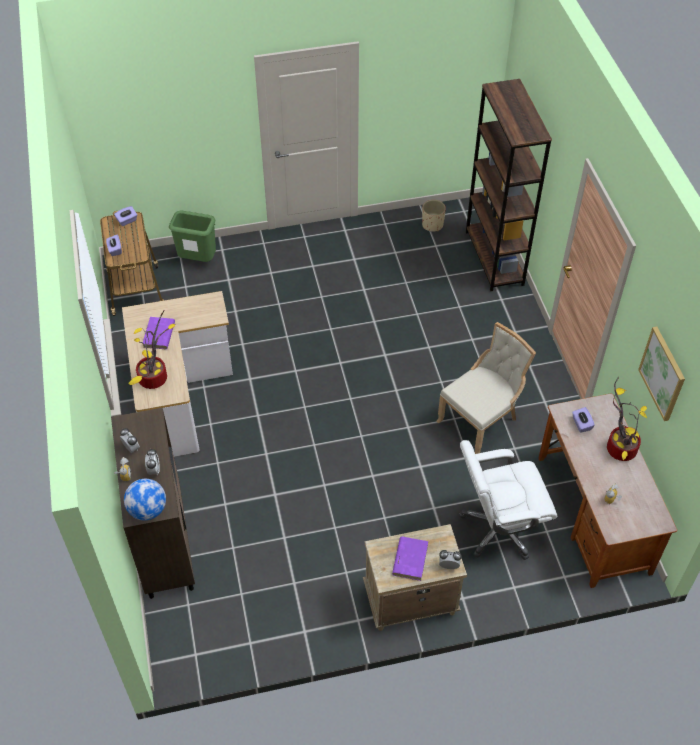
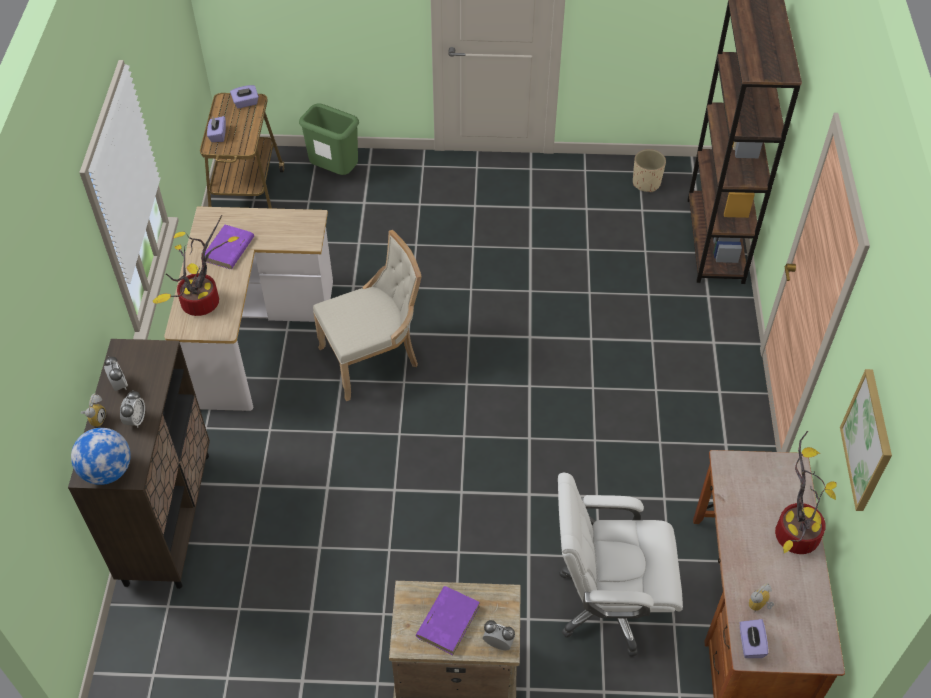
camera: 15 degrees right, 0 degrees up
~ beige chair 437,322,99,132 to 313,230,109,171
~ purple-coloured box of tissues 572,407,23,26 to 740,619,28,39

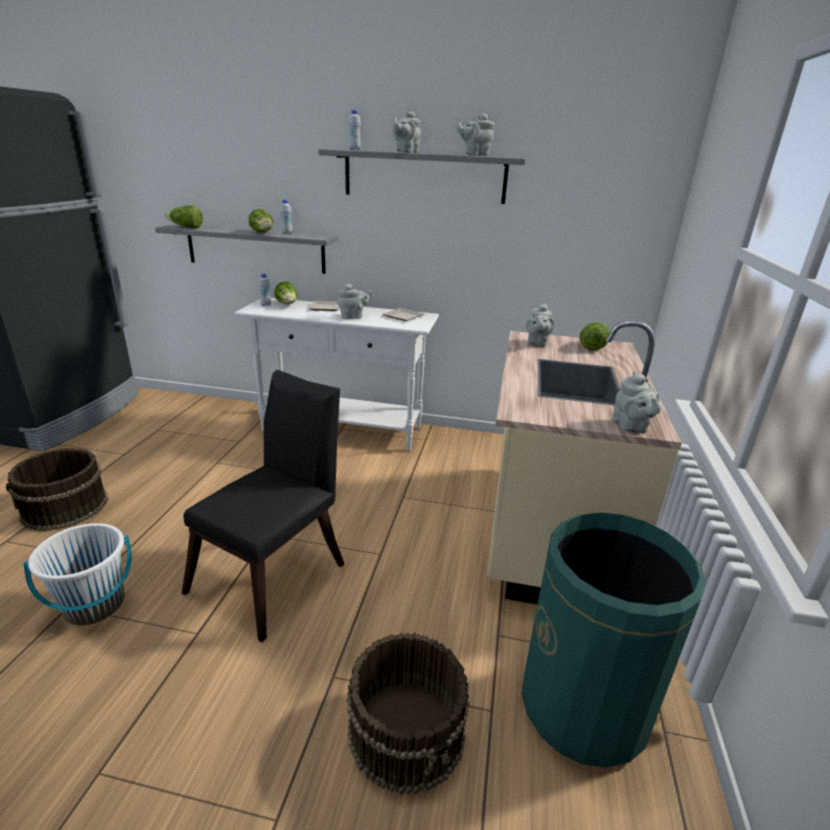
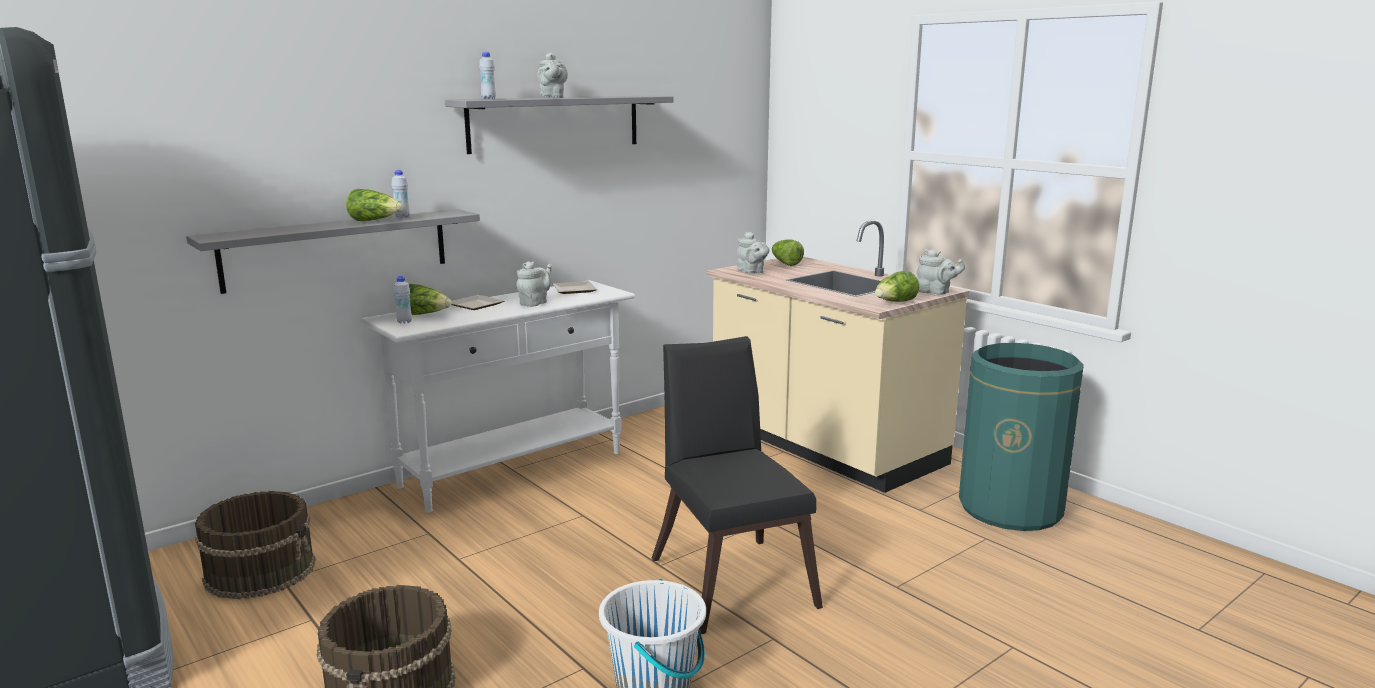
camera: 50 degrees left, 10 degrees down
- gray tea pot 457,114,38,42
~ lettuce head 165,206,38,22 to 875,271,44,31
~ brown bucket 347,633,123,162 to 195,491,121,108

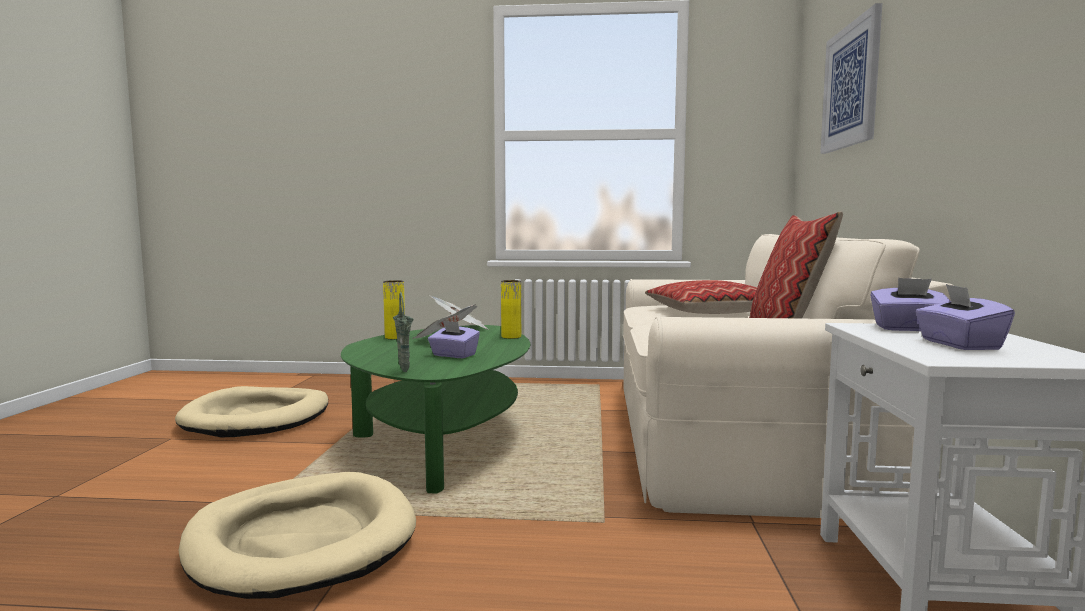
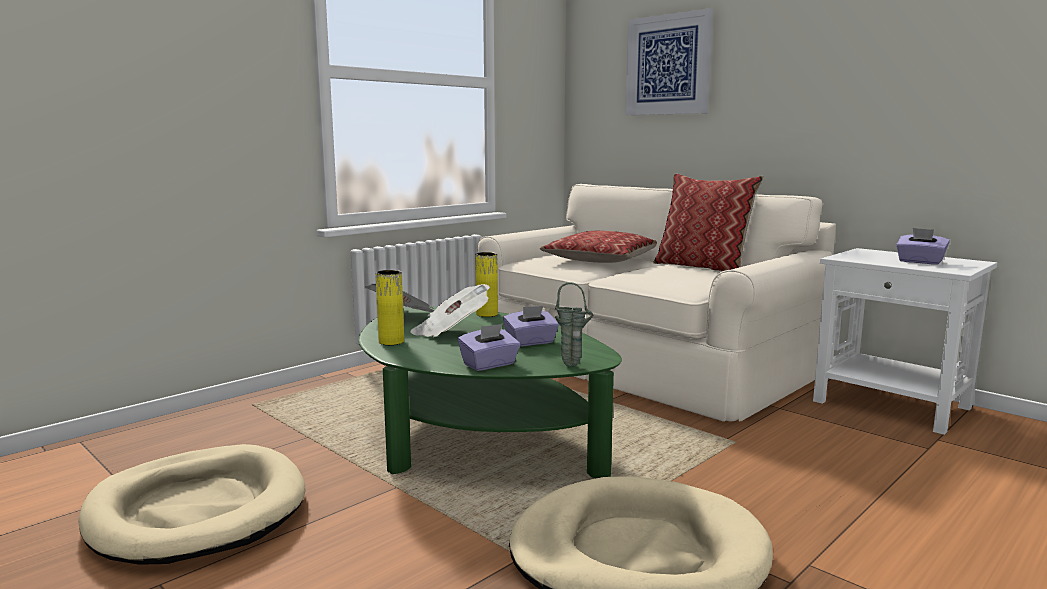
camera: 50 degrees left, 5 degrees up
~ purple-coloured box of tissues 870,278,80,53 to 458,324,62,47

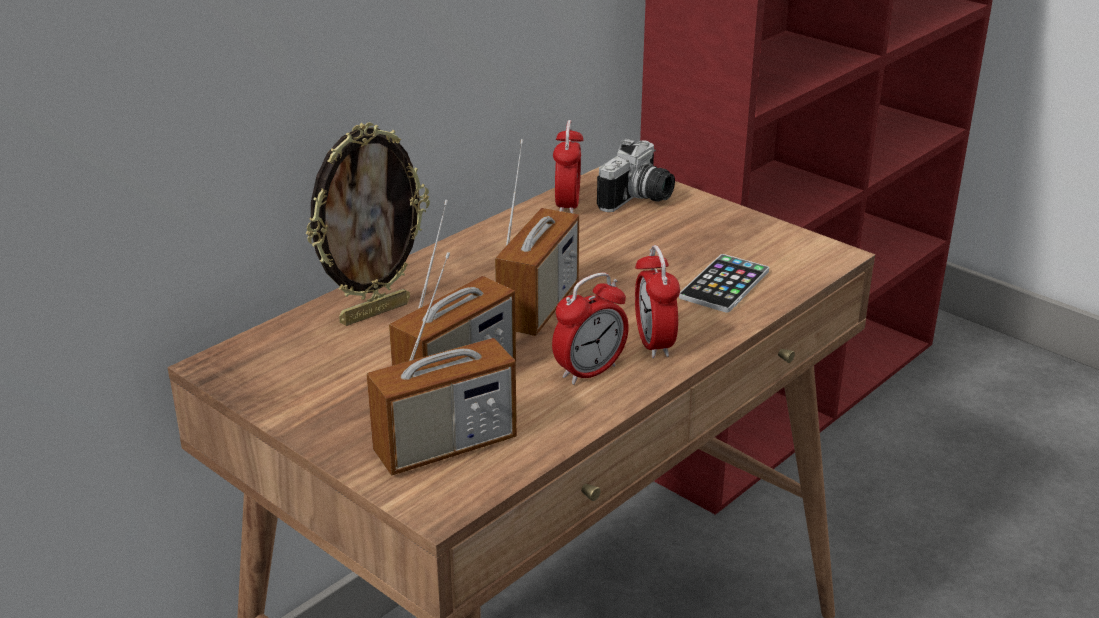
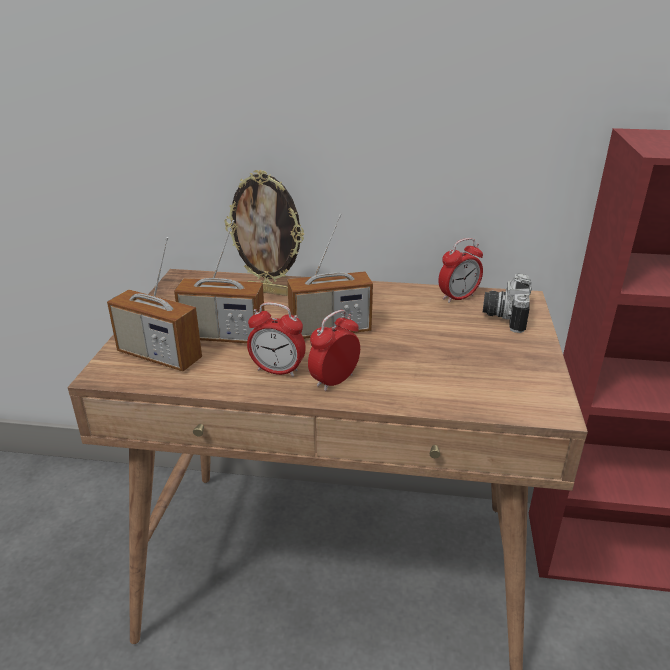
camera: 55 degrees right, 0 degrees up
~ still camera 597,139,78,73 = 483,274,48,59 105 degrees clockwise
- telephone 679,254,90,59

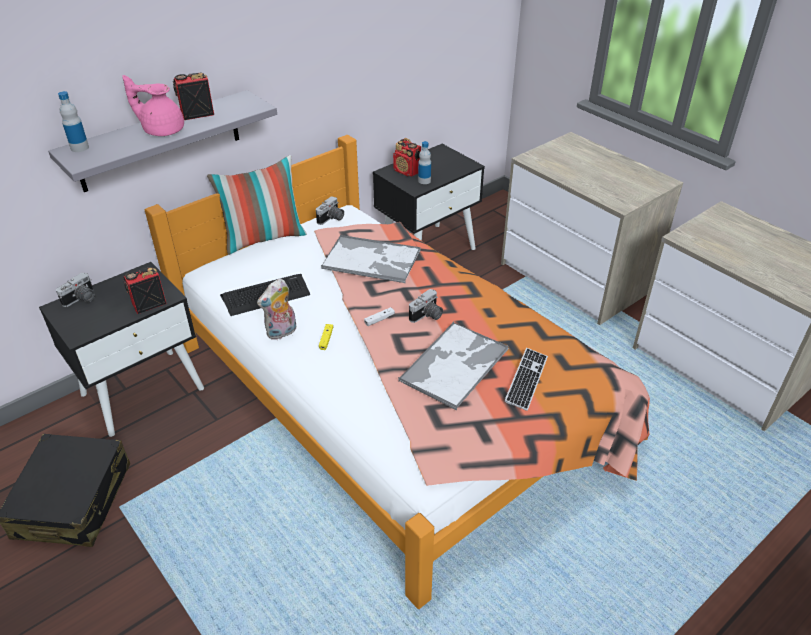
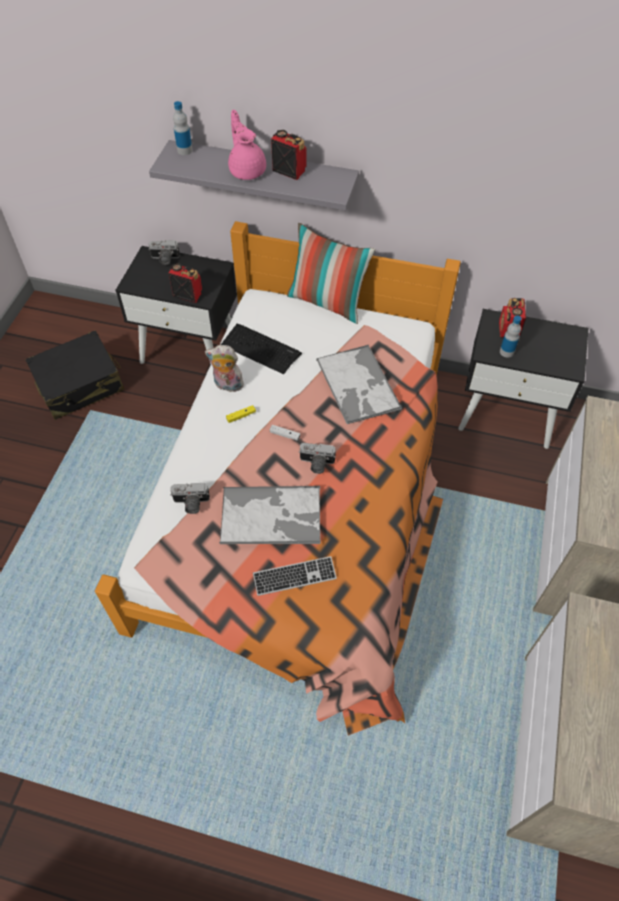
camera: 55 degrees right, 15 degrees up
~ still camera 316,196,28,29 to 170,483,40,31

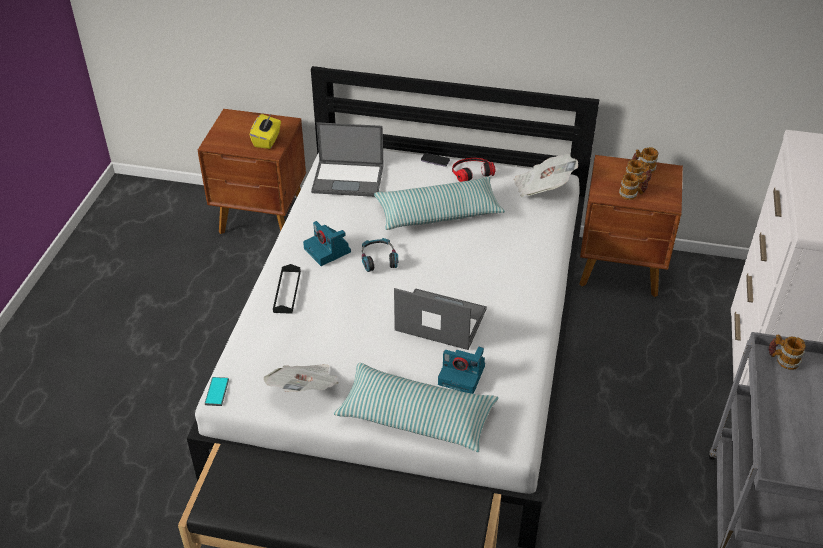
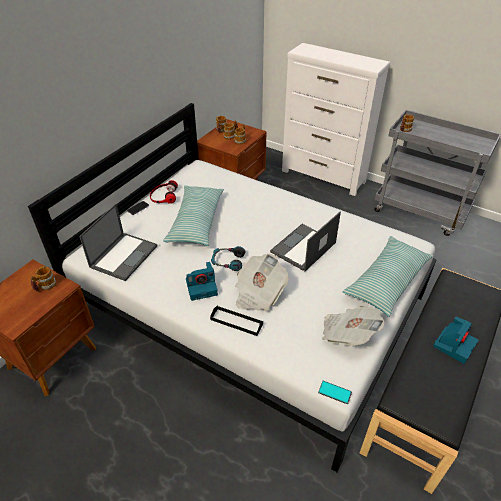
camera: 70 degrees left, 0 degrees up
~ yellow-coloured box of tissues 250,114,31,35 to coffee mug 30,266,26,26
~ newspaper 514,154,64,43 to 235,254,53,57
~ still camera 438,347,47,47 to 433,316,46,48

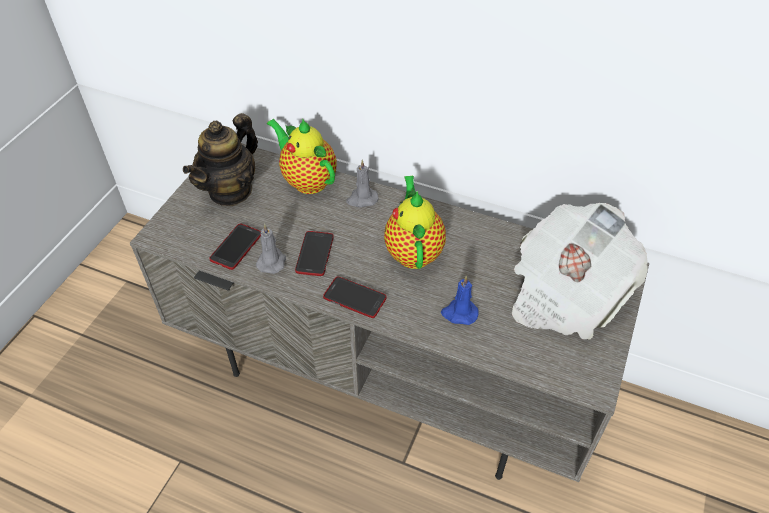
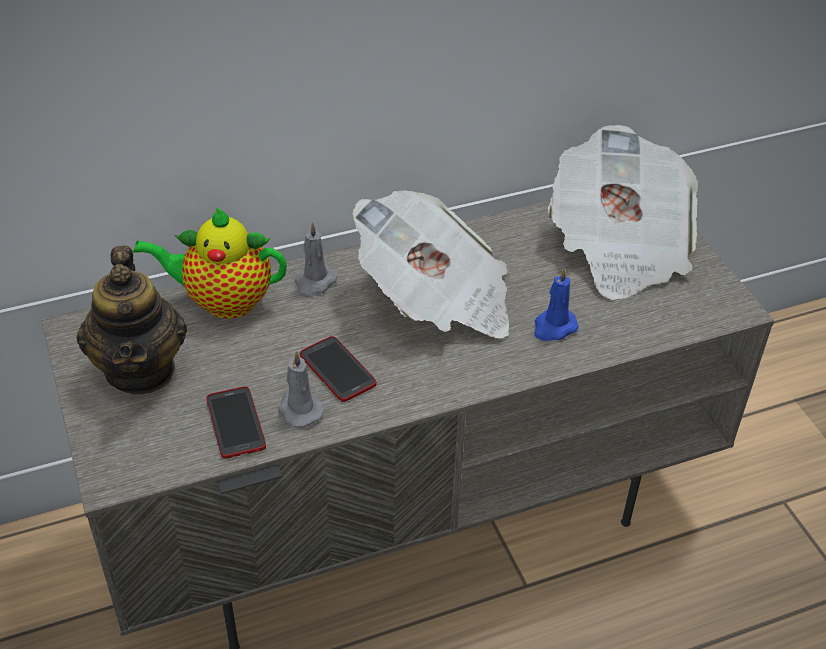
camera: 45 degrees left, 5 degrees down
~ tea pot 384,176,62,93 to newspaper 353,191,156,148
- telephone 323,276,64,42

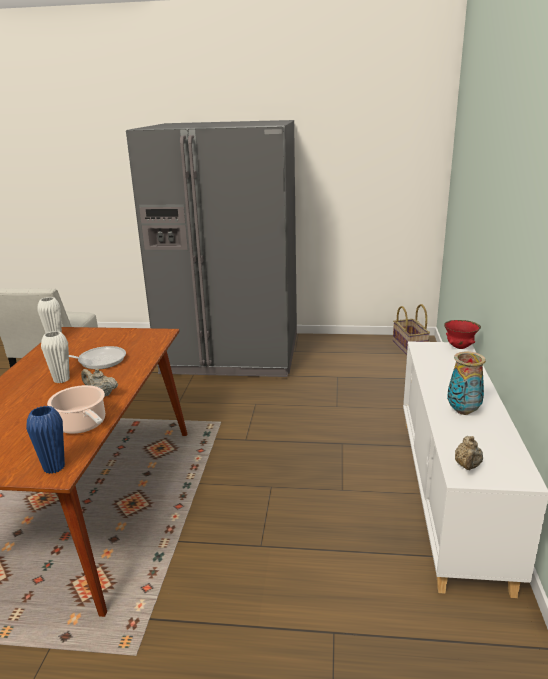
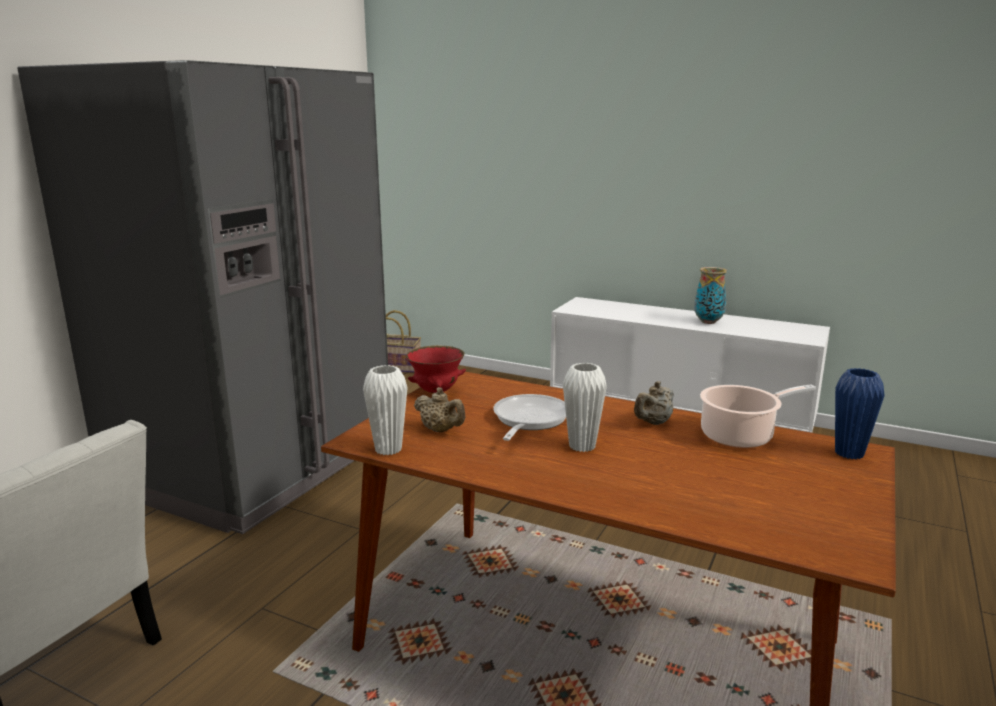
camera: 70 degrees left, 5 degrees down
~ red bowl 444,320,37,29 to 406,345,60,49
~ beige tea pot 455,436,28,34 to 414,387,51,46

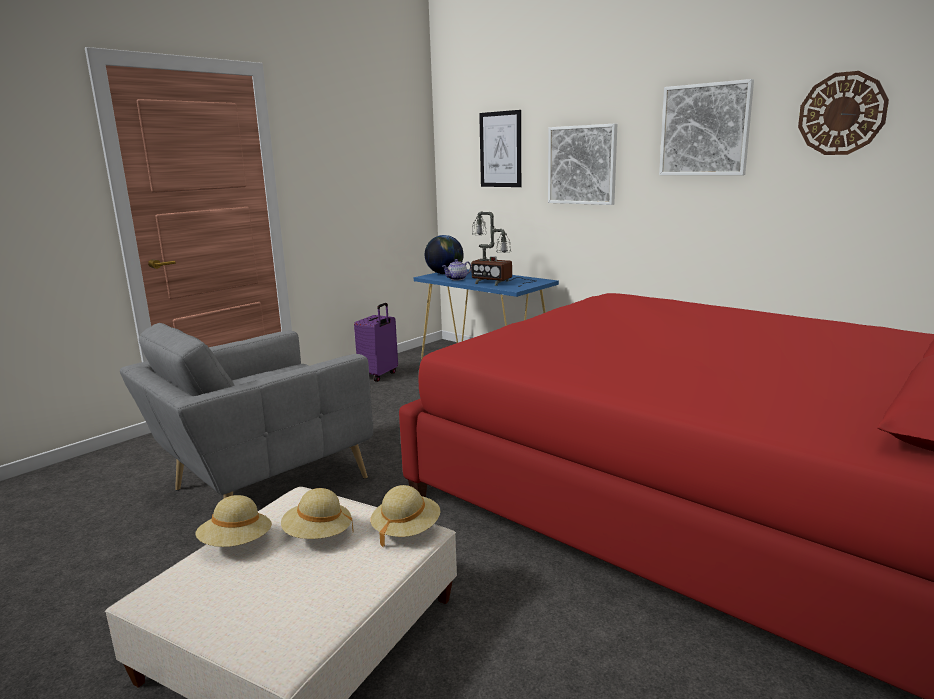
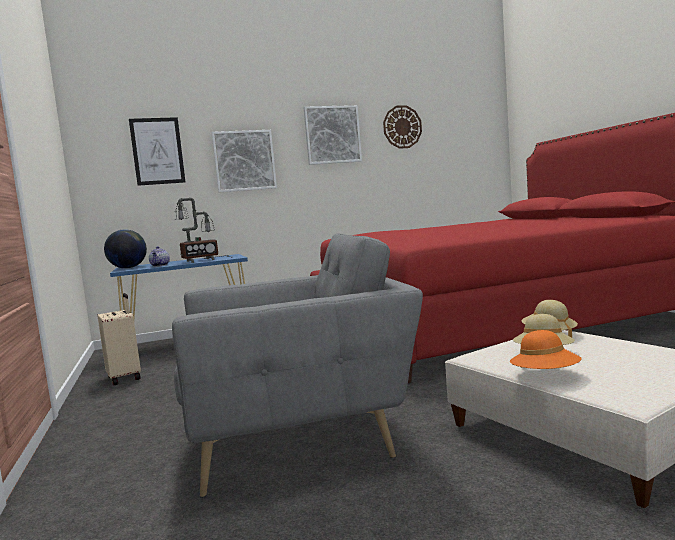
camera: 60 degrees left, 10 degrees down
~ purple-coloured piece of luggage 354,303,44,79 to beige piece of luggage 98,293,43,92
~ gray armchair 120,323,253,175 = 172,234,251,264 90 degrees counterclockwise
~ beige wearable hat 195,495,77,52 to orangey wearable hat 510,330,72,39

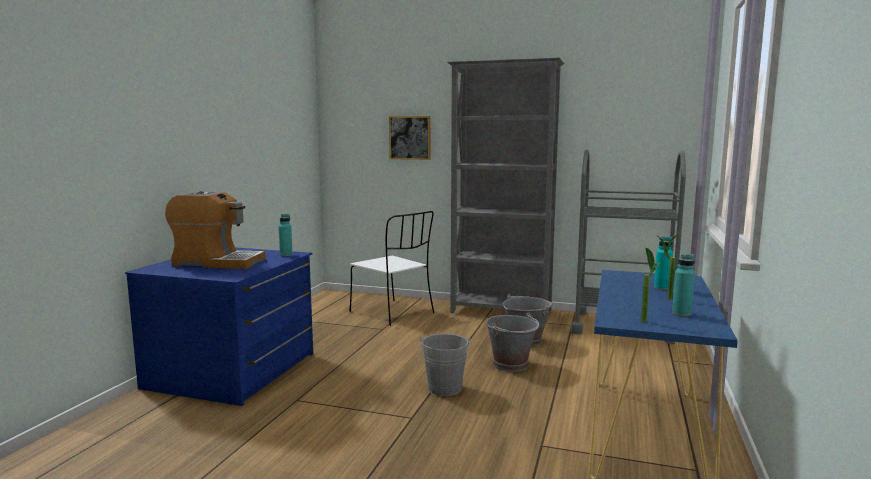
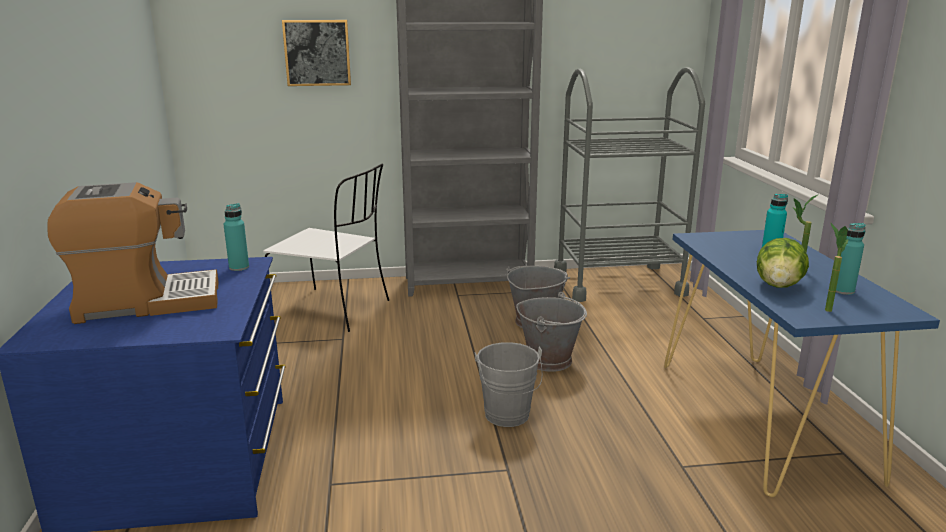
camera: 25 degrees left, 10 degrees up
+ lettuce head 757,238,52,50

